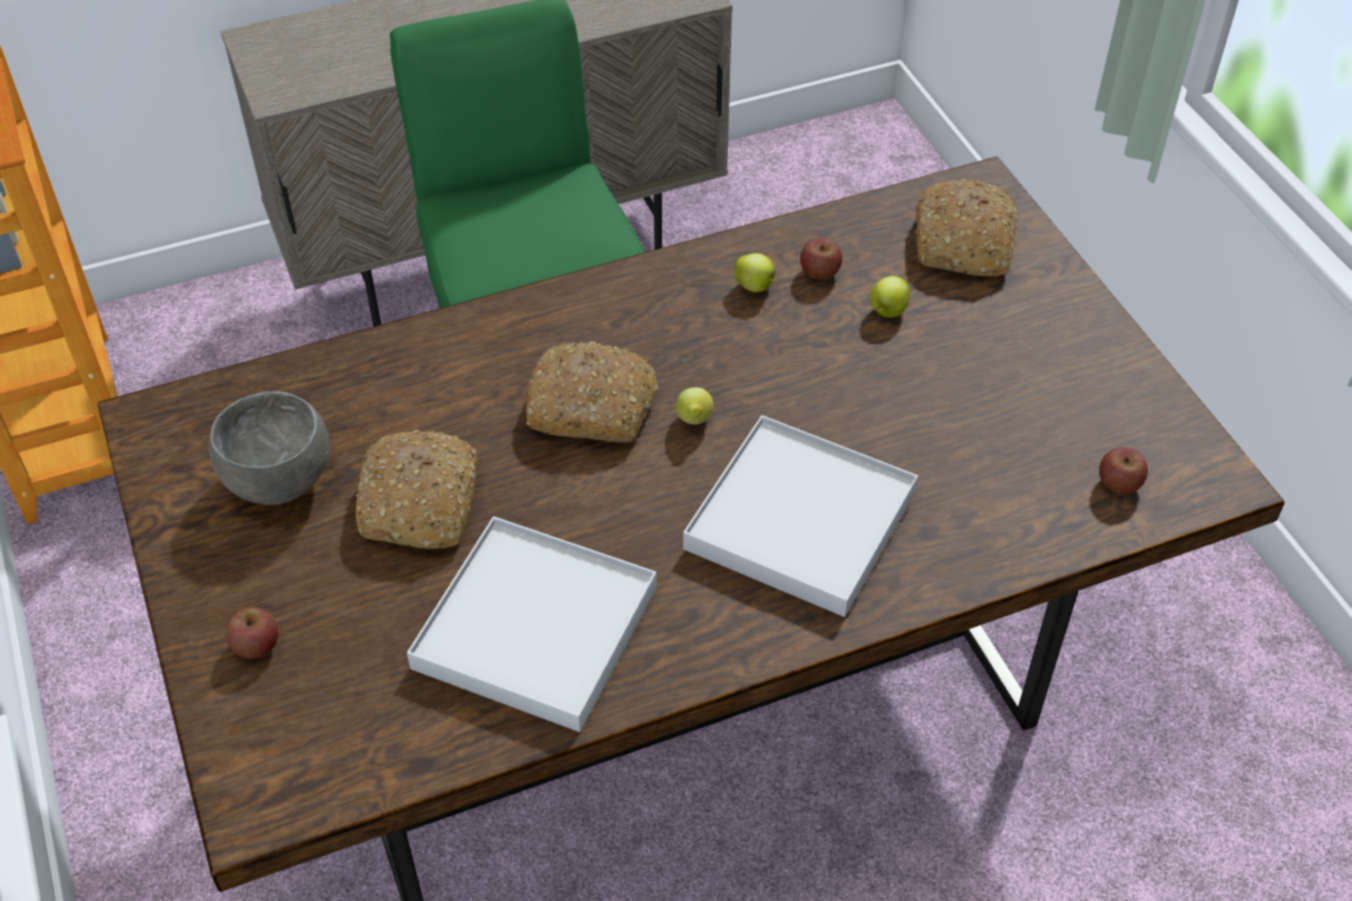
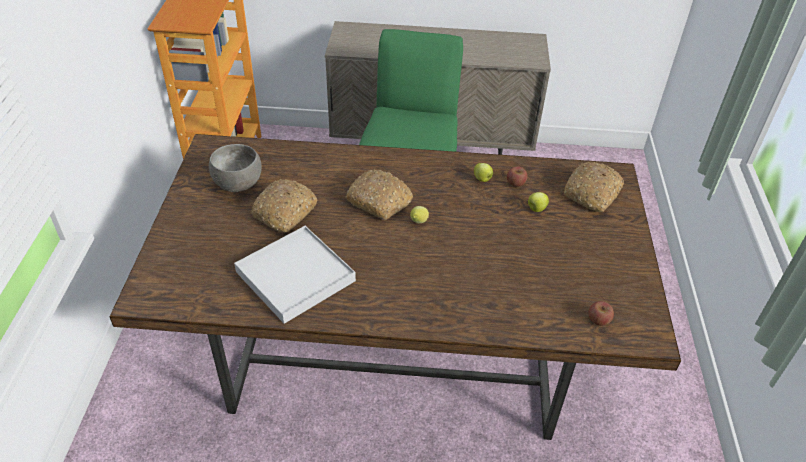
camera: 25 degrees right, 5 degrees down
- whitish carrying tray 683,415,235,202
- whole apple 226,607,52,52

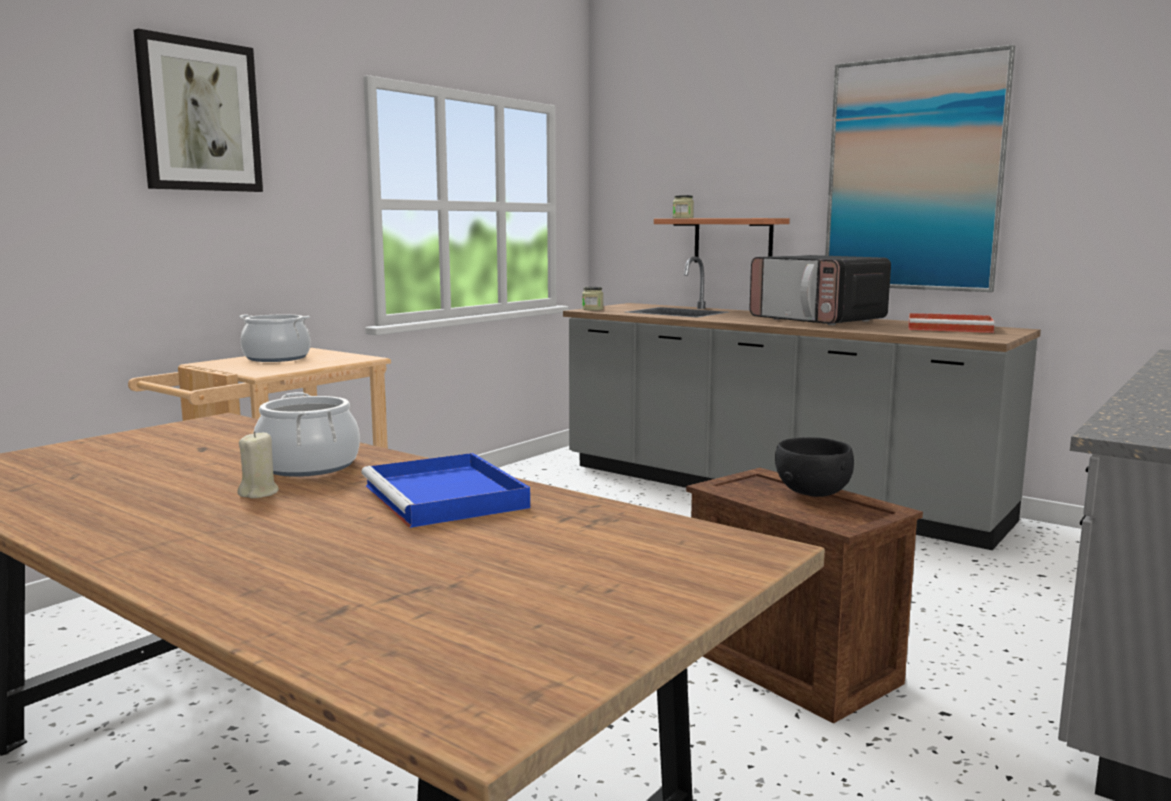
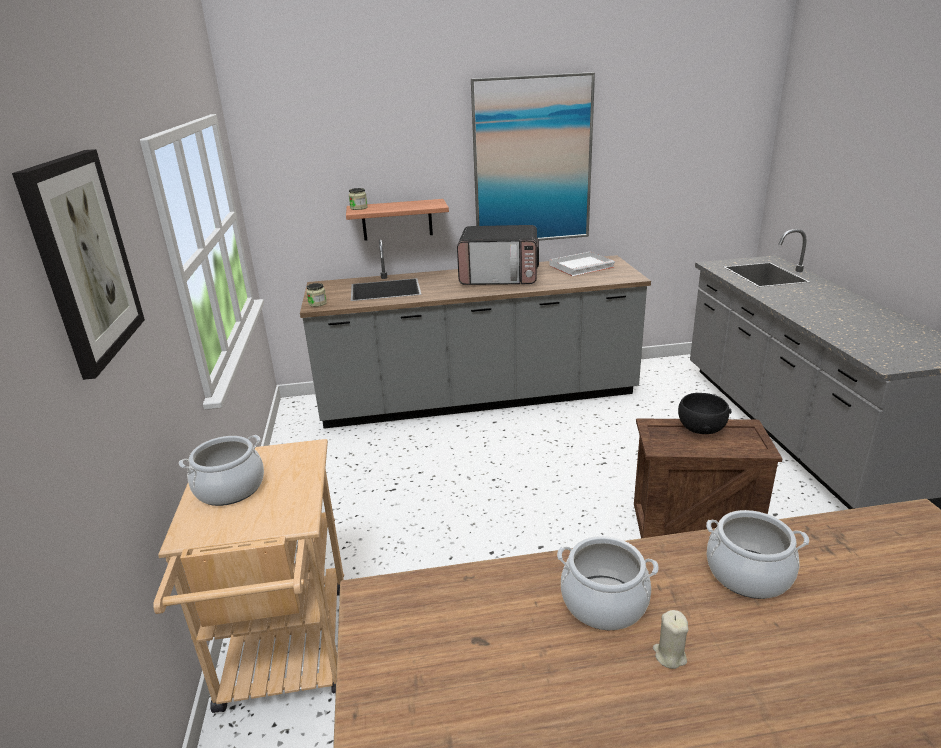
camera: 45 degrees left, 15 degrees up
~ red carrying tray 908,313,87,20 to whitish carrying tray 550,252,65,24
~ blue-coloured carrying tray 361,453,169,75 to saucepot 706,510,103,89

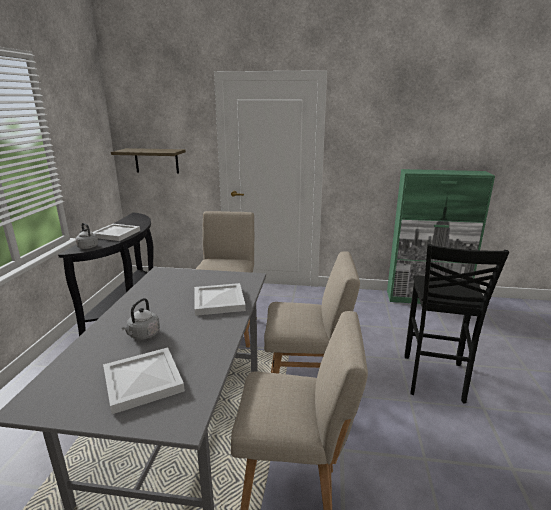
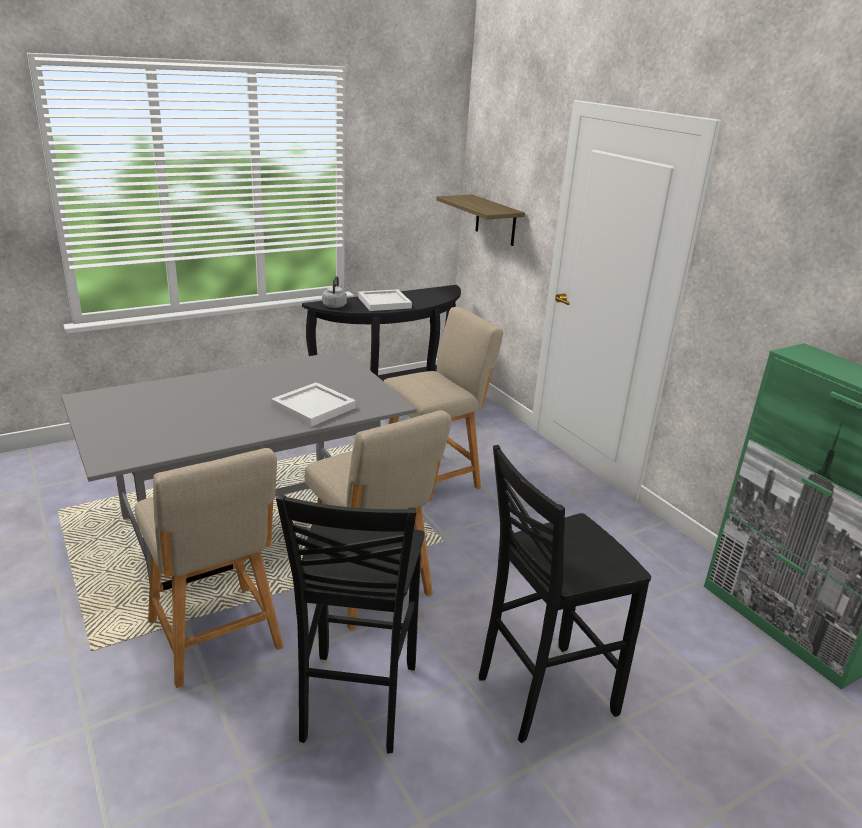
camera: 50 degrees right, 5 degrees up
- gray tea kettle 122,298,38,42
- whitish carrying tray 103,347,82,67
+ black sitting stool 276,494,149,259

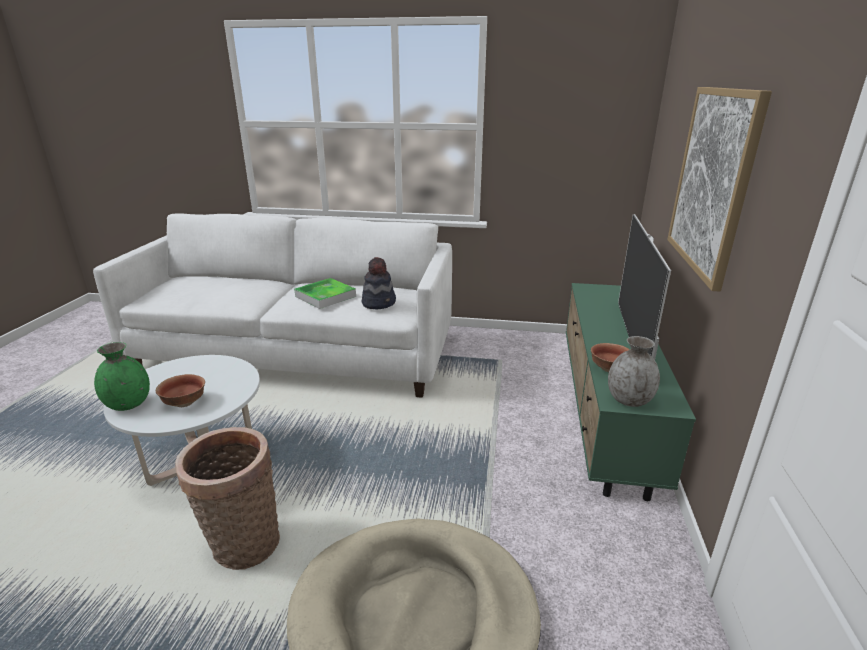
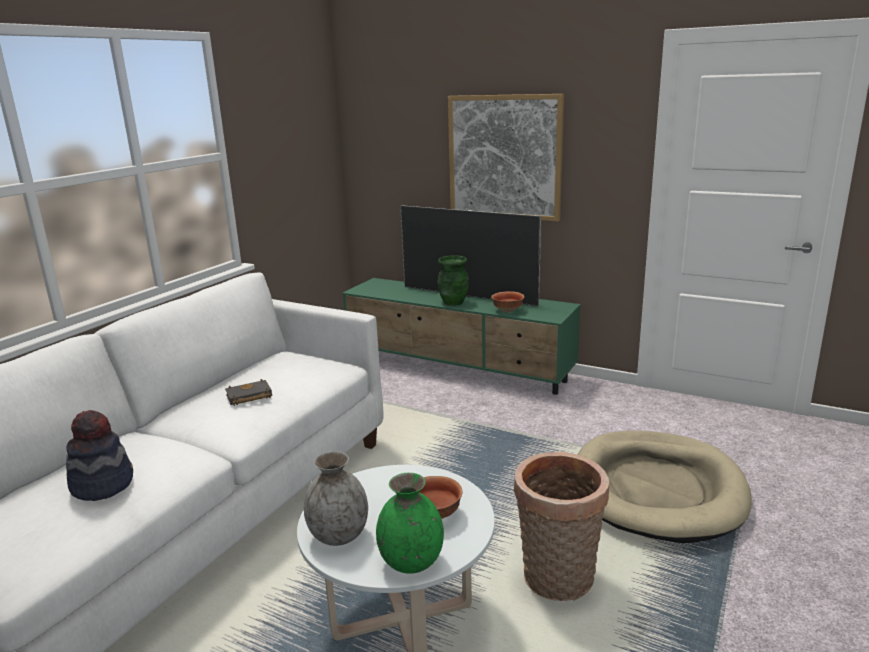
camera: 70 degrees left, 5 degrees down
~ wearable hat 362,257,34,52 to 66,410,67,91
~ carrying tray 294,278,62,31 to black bound book 225,379,47,27
~ gray vase 608,336,52,71 to 304,451,64,95
+ greenish vase 437,255,32,51

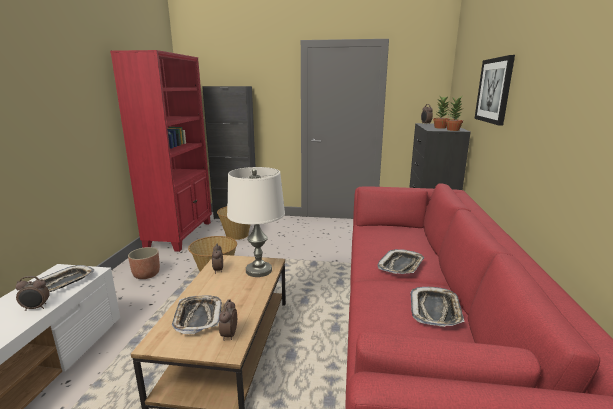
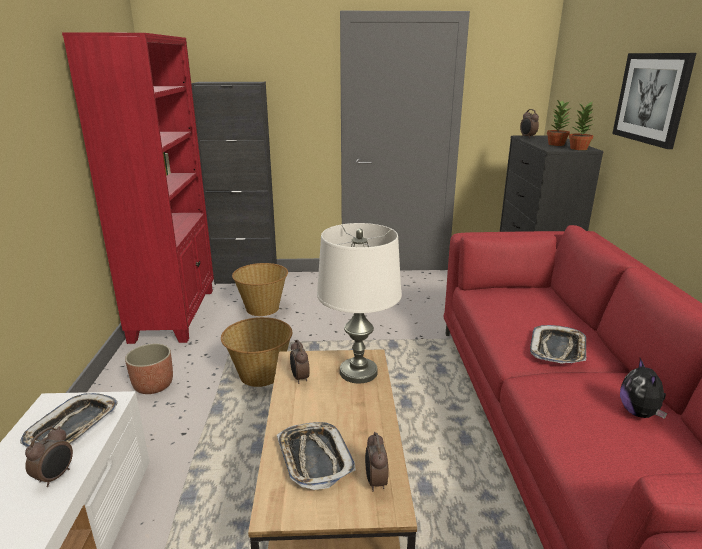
camera: 10 degrees left, 5 degrees up
~ bedside clock 15,276,35,35 = 25,426,48,61 45 degrees counterclockwise
~ carrying tray 411,287,54,40 to cuddly toy 620,358,47,61

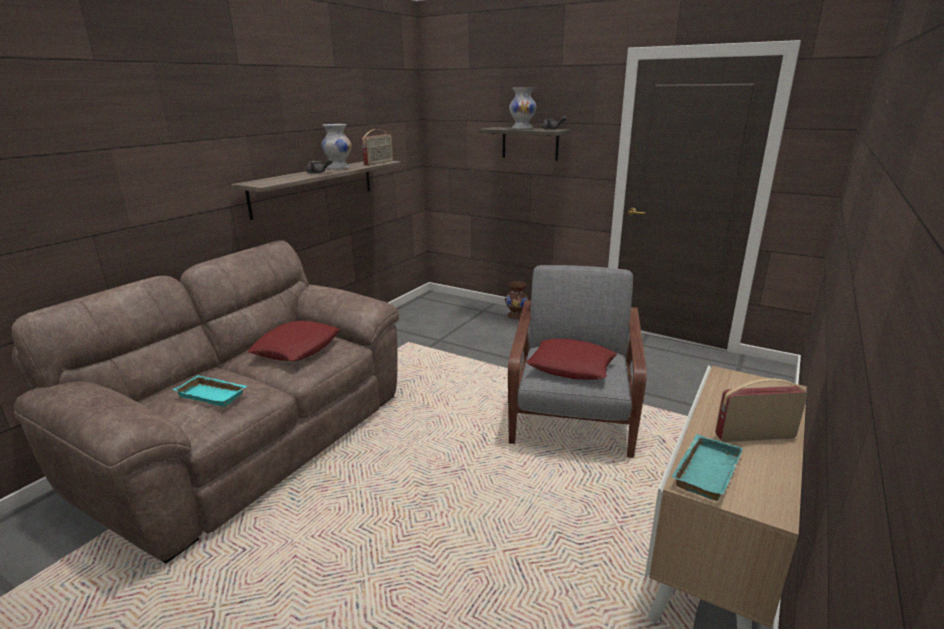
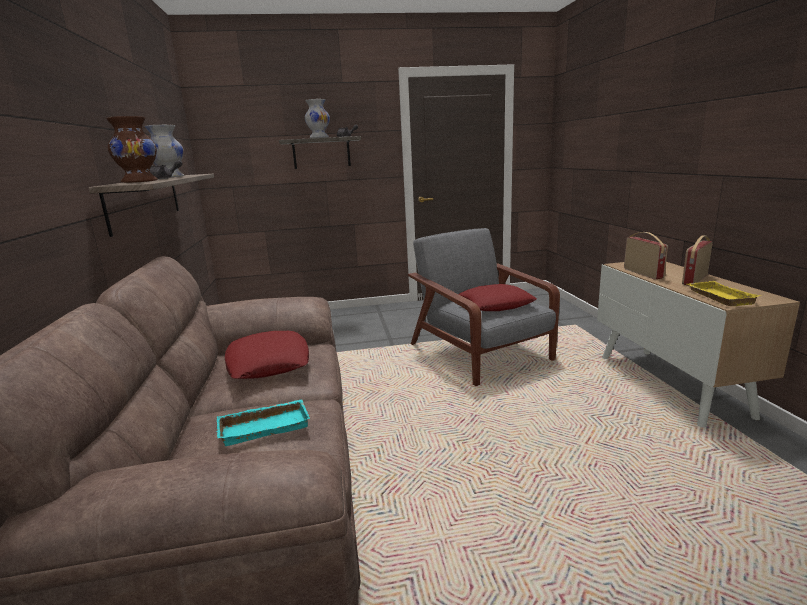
camera: 40 degrees left, 5 degrees down
~ radio 362,129,31,37 to 624,232,44,47
~ brown vase 505,281,24,38 to 106,116,52,67
~ turquoise carrying tray 672,434,71,67 to yellow-coloured carrying tray 687,281,74,25

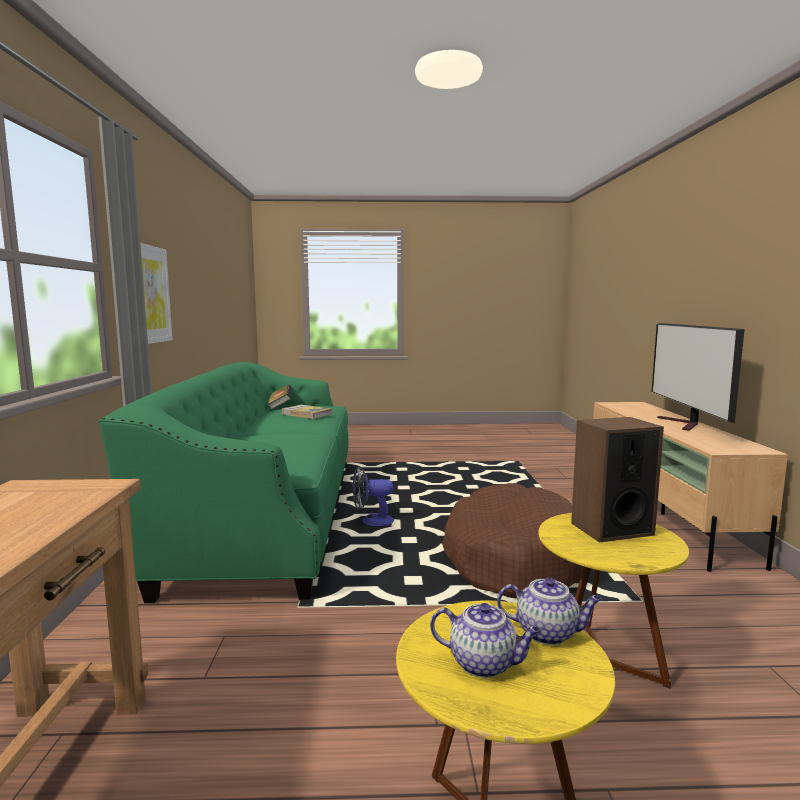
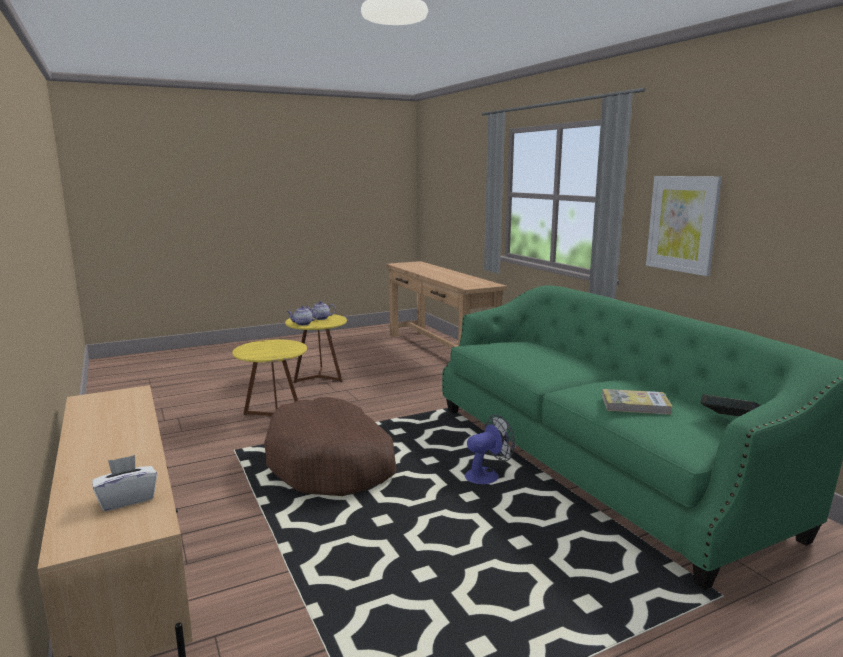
camera: 155 degrees right, 5 degrees up
- TV 652,323,93,108
- loudspeaker 571,417,93,125
+ whitish box of tissues 92,455,65,56

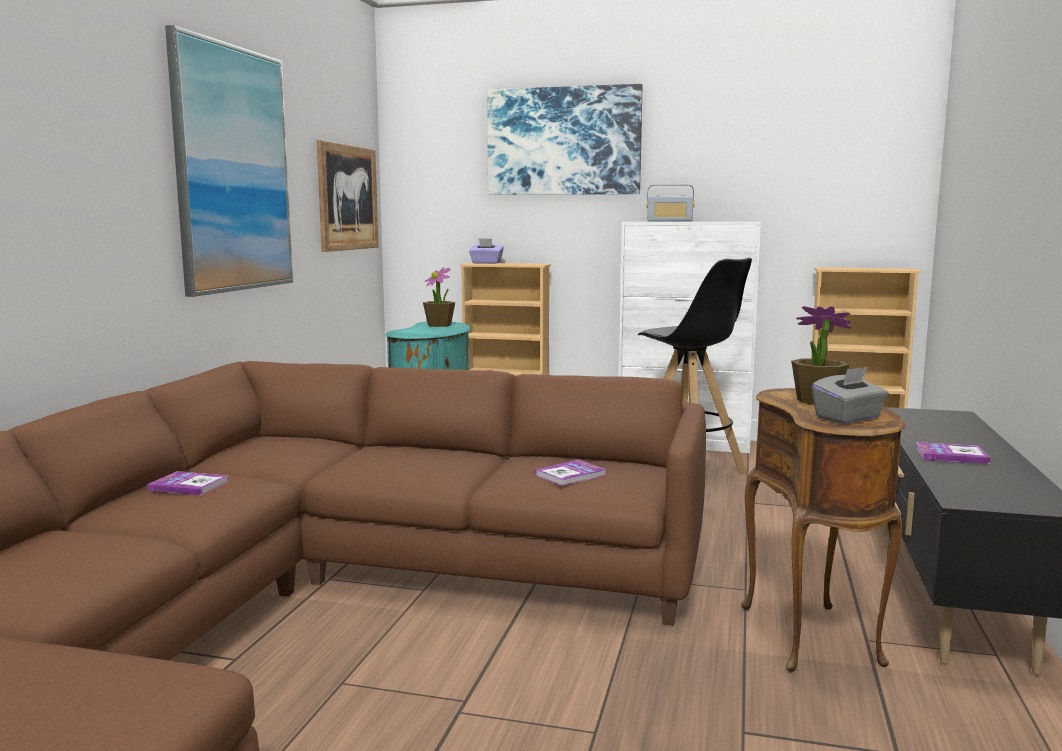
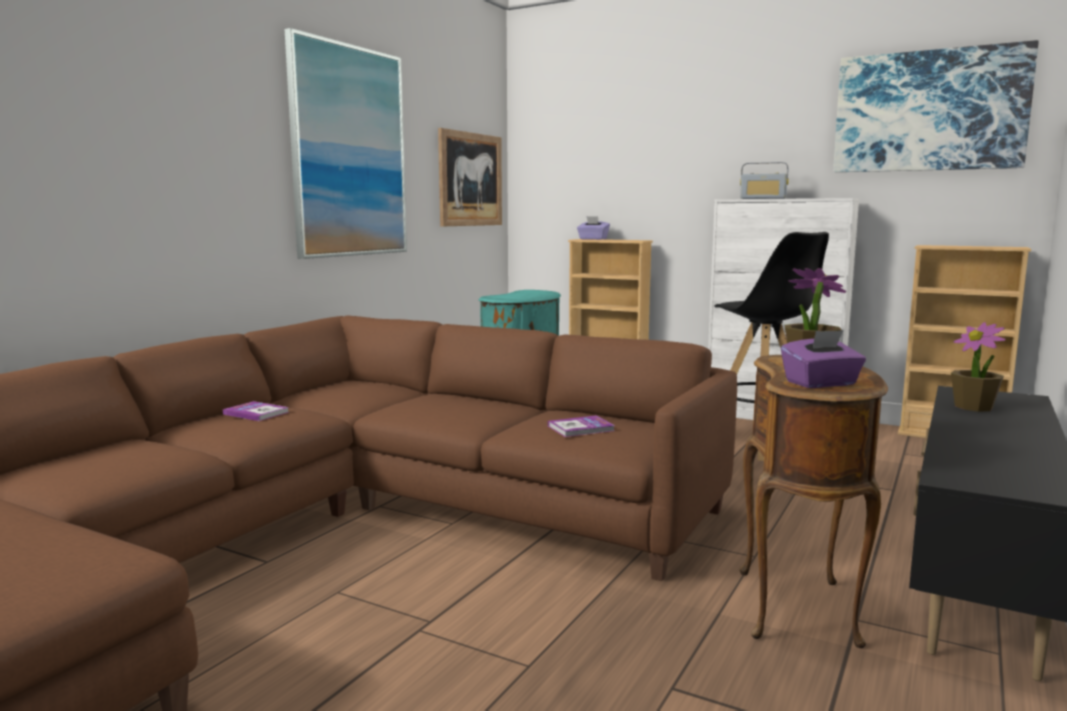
camera: 15 degrees right, 0 degrees up
~ wall art 487,84,155,111 to 833,40,206,132
~ houseplant 423,267,32,60 to 951,322,55,90
~ gray box of tissues 812,366,76,58 to purple-coloured box of tissues 781,330,85,58
- bound book 916,442,75,22

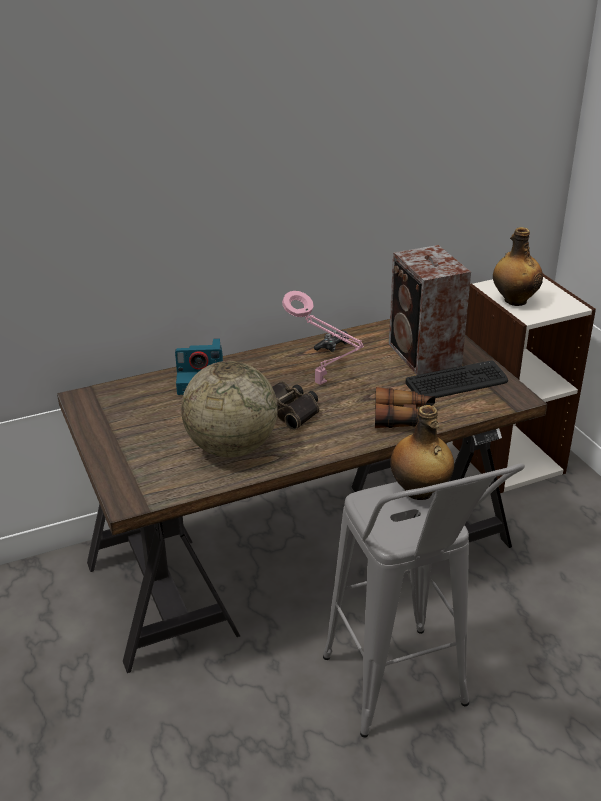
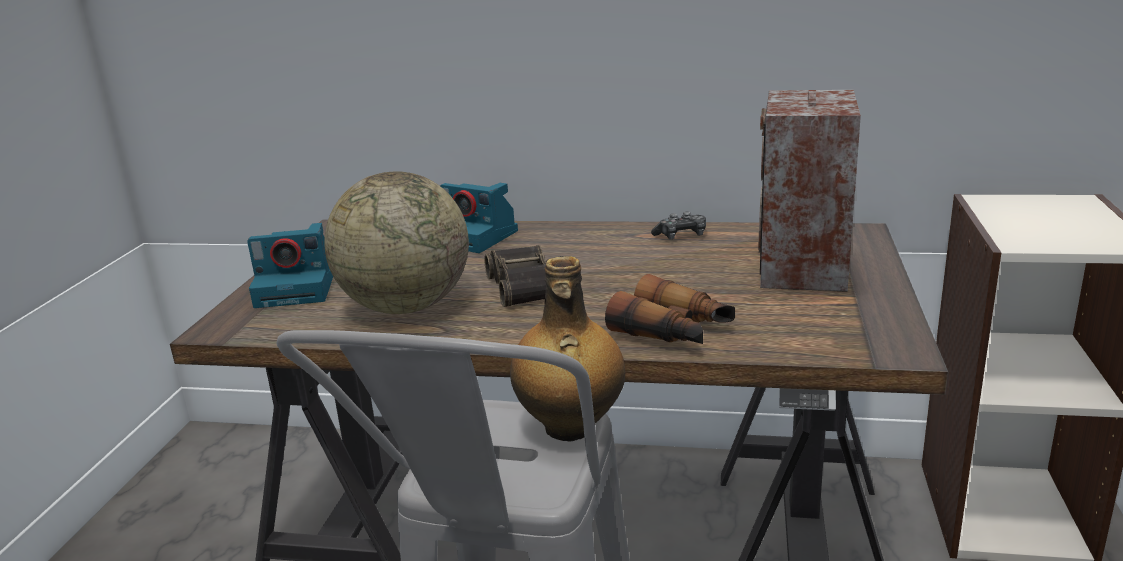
camera: 35 degrees right, 10 degrees down
- bottle 493,227,50,79
- pink table lamp 282,291,82,94
- PC keyboard 406,360,102,38
+ still camera 247,223,86,85

